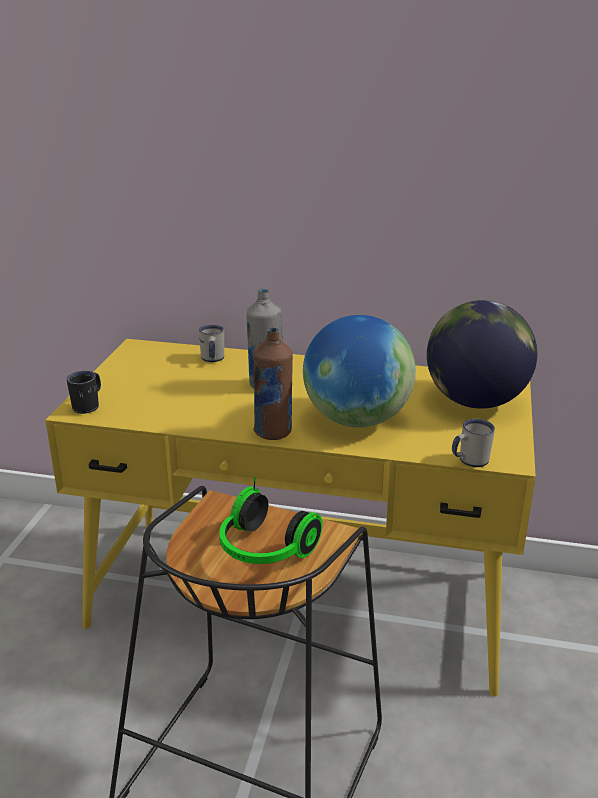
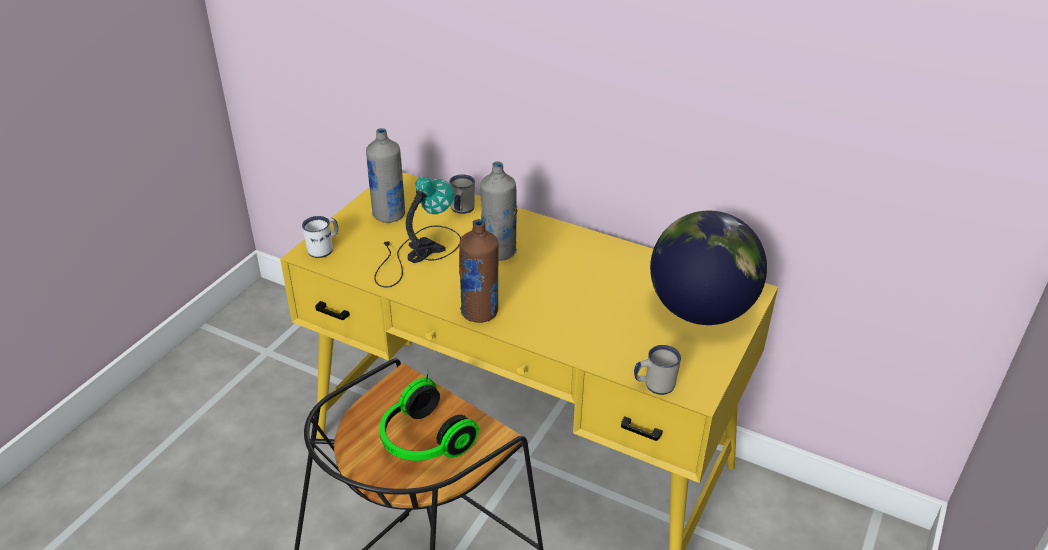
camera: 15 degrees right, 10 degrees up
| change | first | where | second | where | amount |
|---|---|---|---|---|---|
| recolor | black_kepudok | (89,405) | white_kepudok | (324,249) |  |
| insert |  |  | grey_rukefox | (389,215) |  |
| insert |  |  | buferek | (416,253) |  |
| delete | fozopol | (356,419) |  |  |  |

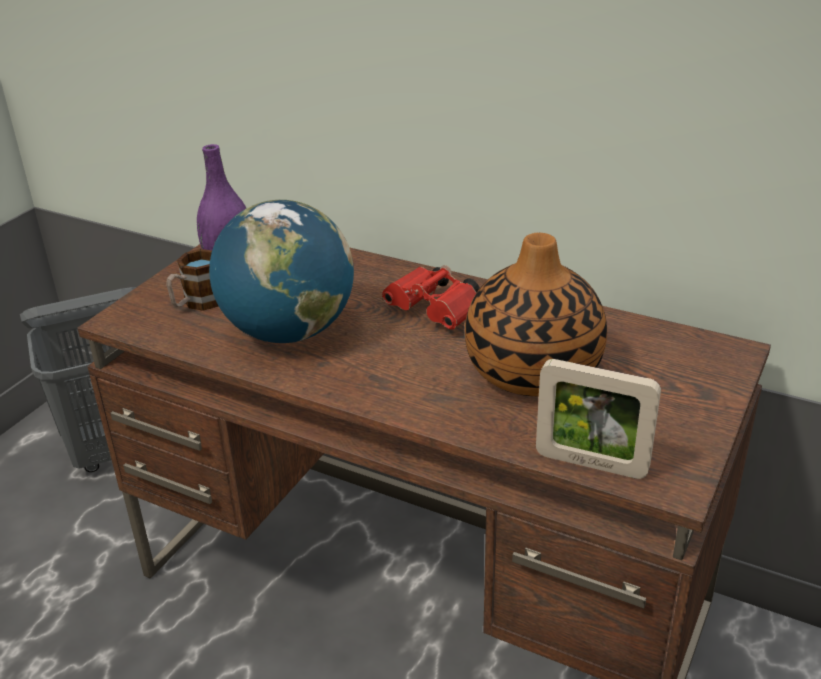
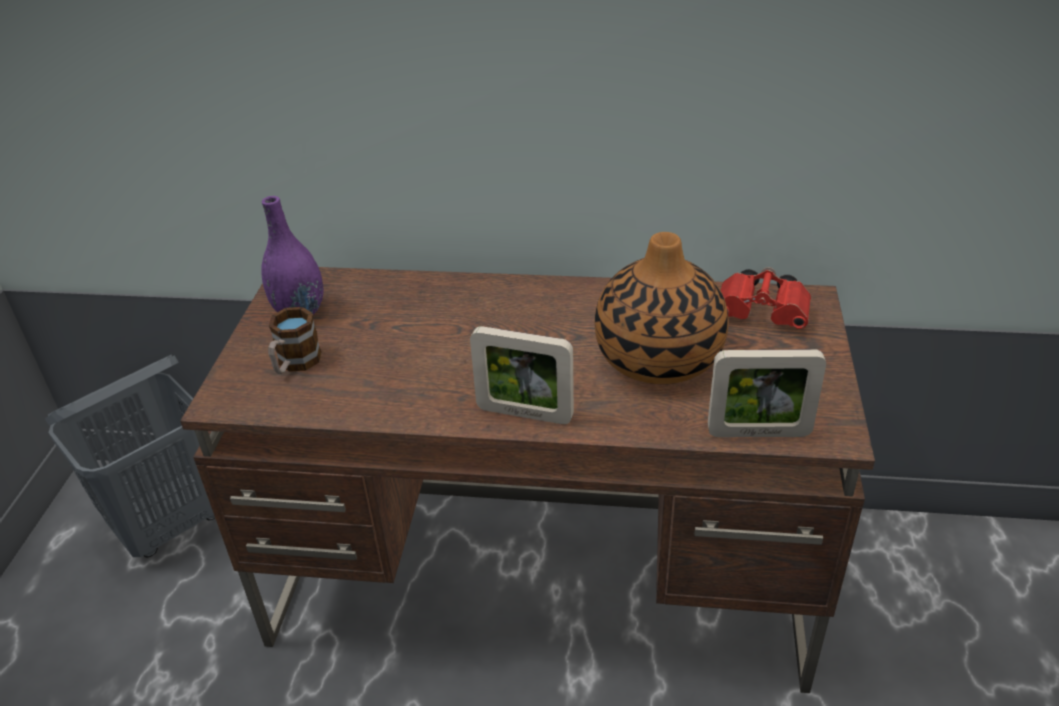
camera: 20 degrees left, 5 degrees up
| change | first | where | second | where | amount |
|---|---|---|---|---|---|
| insert |  |  | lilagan | (524,413) |  |
| move | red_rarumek | (437,312) |  | (764,314) |  |
| delete | fozopol | (288,332) |  |  |  |

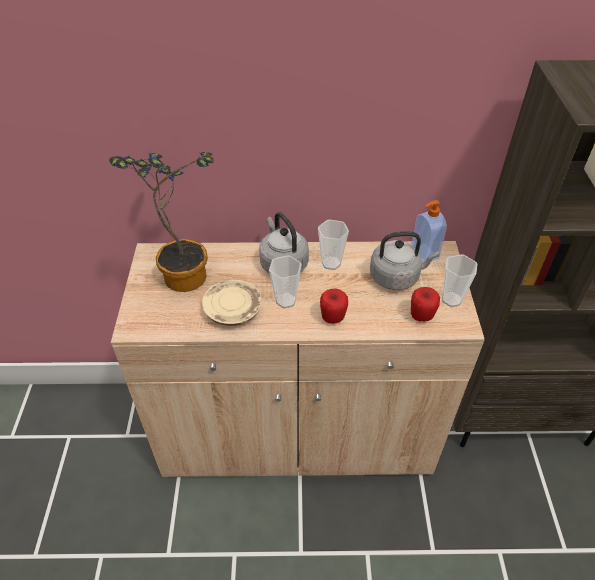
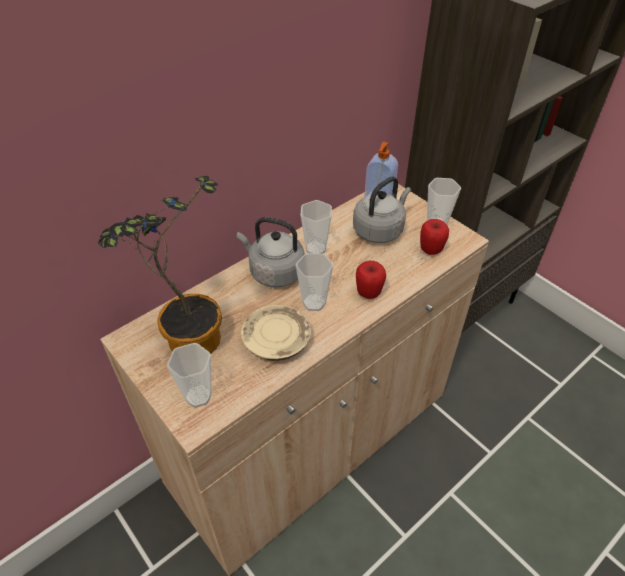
camera: 40 degrees left, 0 degrees up
| change | first | where | second | where | amount |
|---|---|---|---|---|---|
| insert |  |  | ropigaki | (198,396) |  |

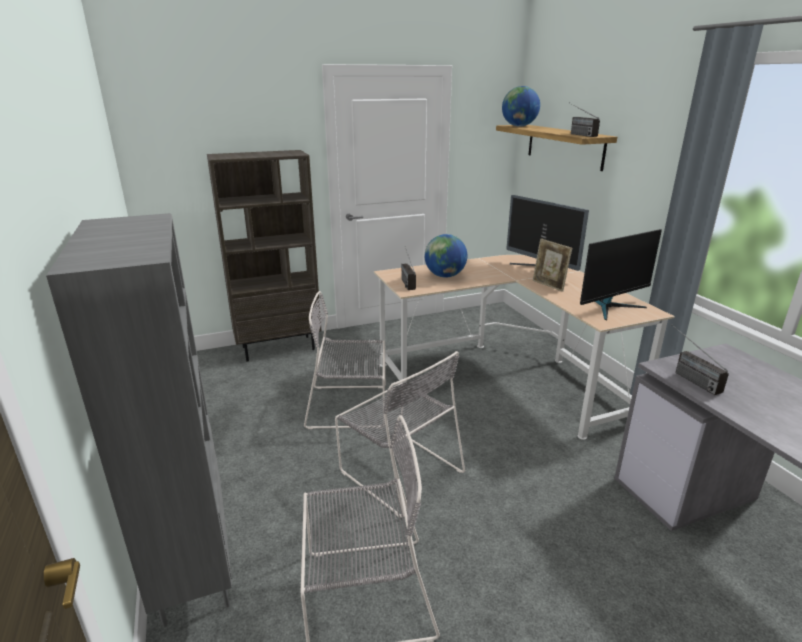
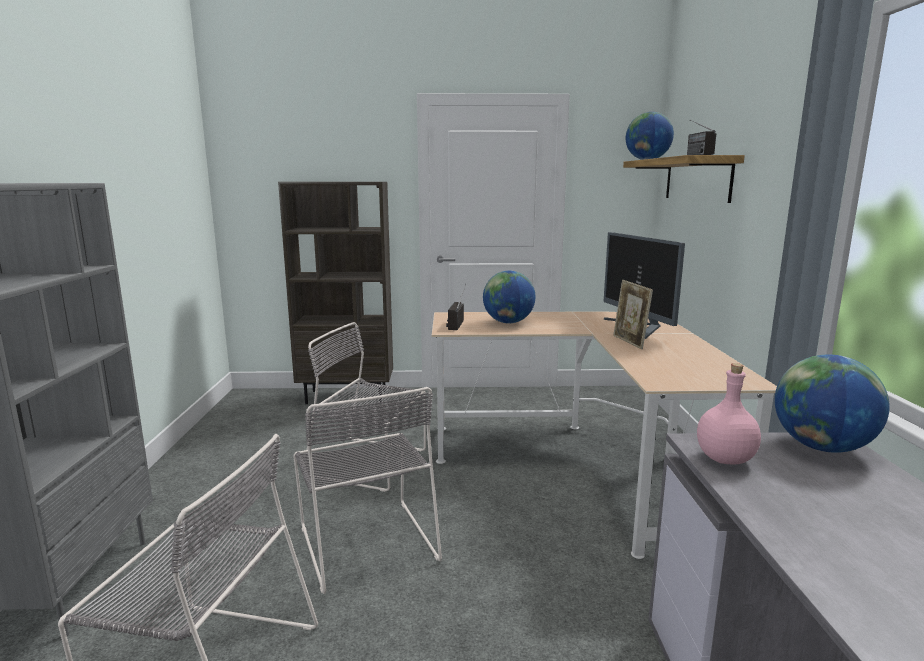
camera: 20 degrees right, 10 degrees down
| change | first | where | second | where | amount |
|---|---|---|---|---|---|
| replace | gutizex | (686,376) | pink_rukefox | (726,459) |  |
| insert |  |  | fozopol | (821,447) |  |
| delete | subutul | (611,307) |  |  |  |

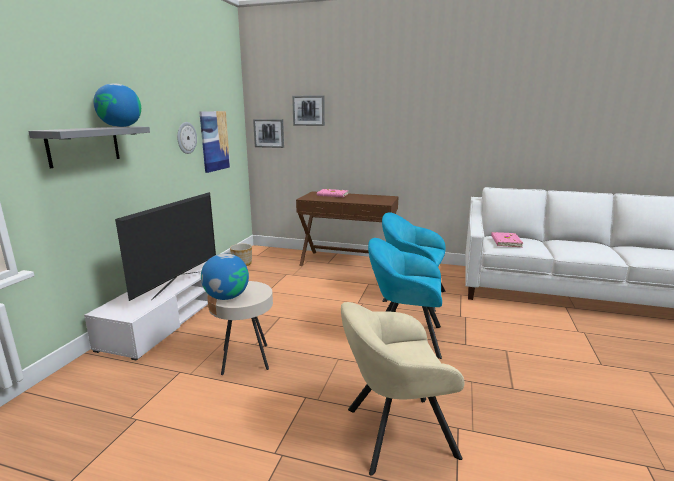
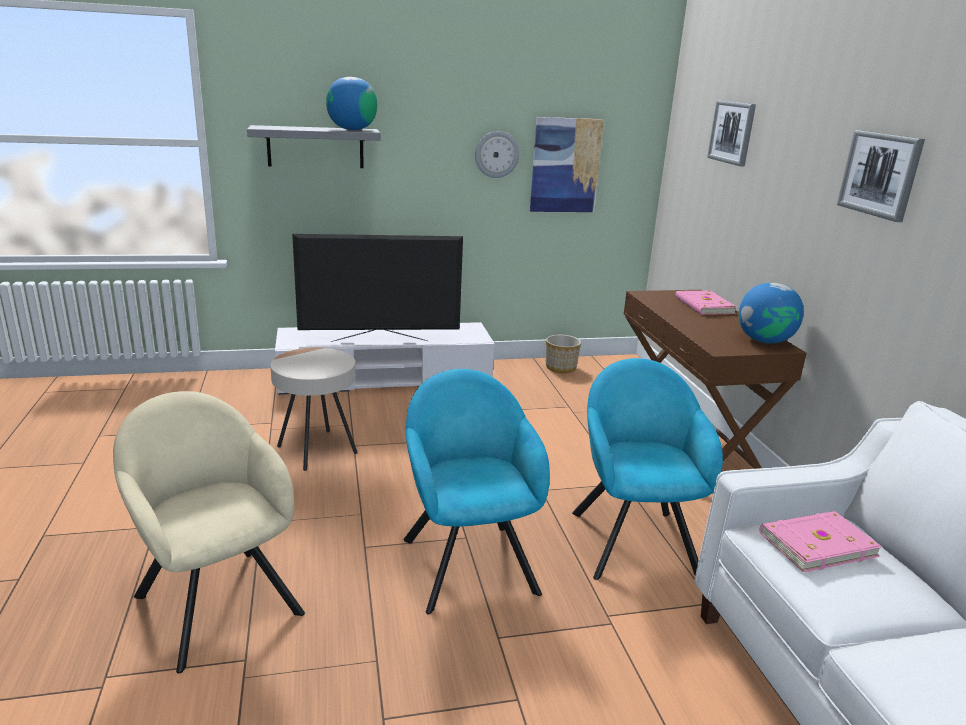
camera: 60 degrees right, 5 degrees up
| change | first | where | second | where | amount |
|---|---|---|---|---|---|
| move | fozopol | (227,297) |  | (764,341) |  |
| move | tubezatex | (269,133) |  | (880,174) |  |

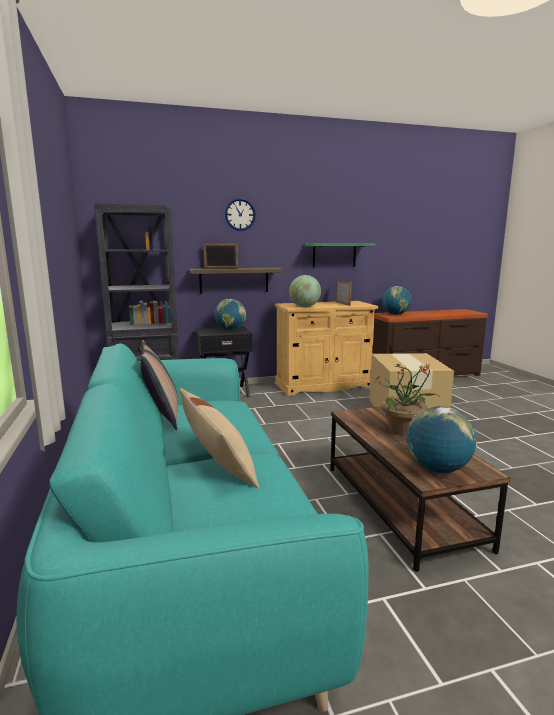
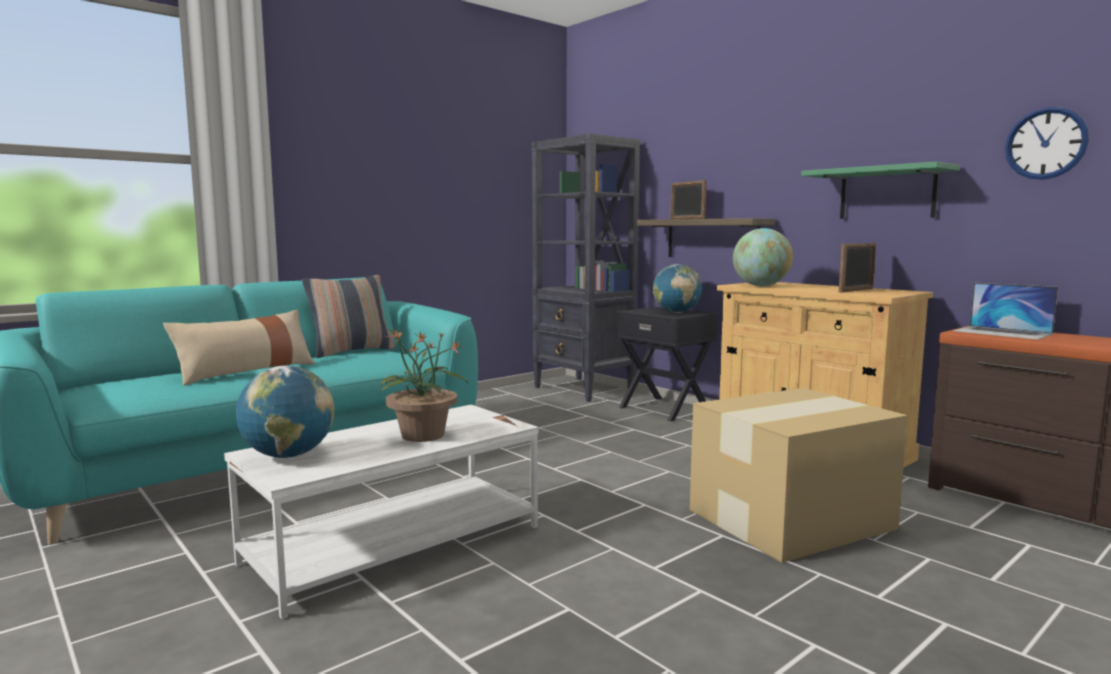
camera: 65 degrees right, 5 degrees down
| change | first | where | second | where | amount |
|---|---|---|---|---|---|
| recolor | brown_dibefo | (399,504) | white_dibefo | (395,544) |  |
| replace | fozopol | (395,314) | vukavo | (1002,332) |  |
| move | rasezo | (240,214) |  | (1046,143) |  |

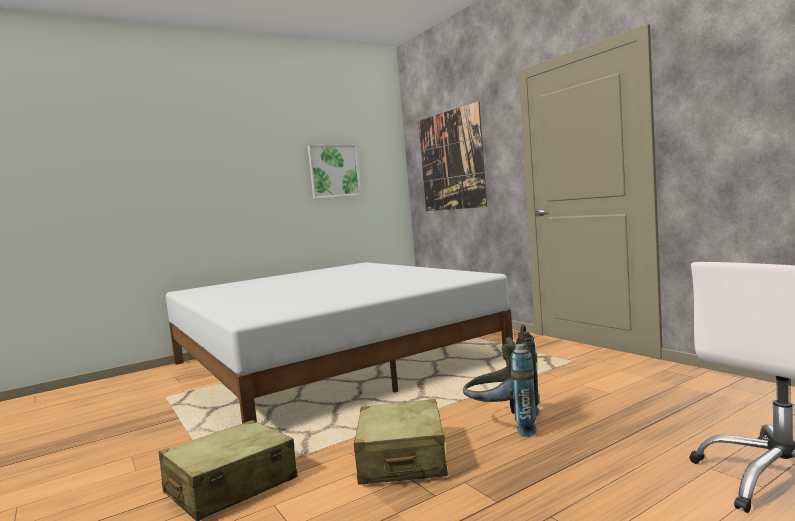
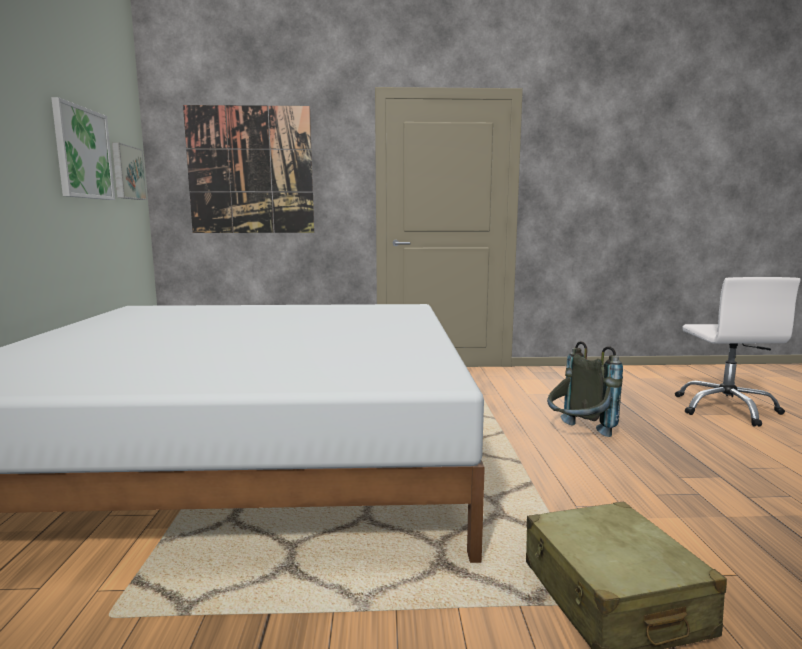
camera: 60 degrees left, 5 degrees up
| change | first | where | second | where | amount |
|---|---|---|---|---|---|
| insert |  |  | tubezatex | (127,172) |  |
| delete | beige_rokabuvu | (402,459) |  |  |  |

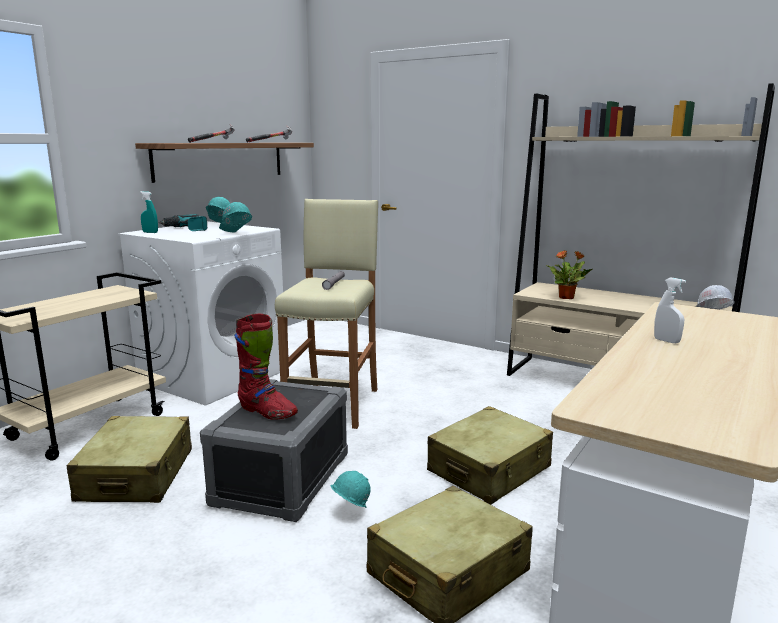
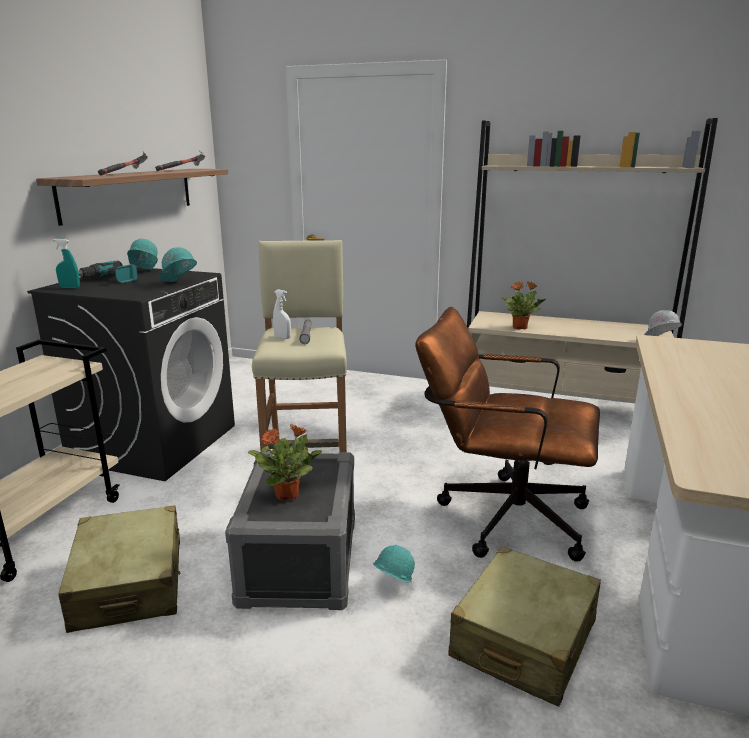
camera: 15 degrees left, 5 degrees up
| change | first | where | second | where | amount |
|---|---|---|---|---|---|
| recolor | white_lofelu | (214,376) | black_lofelu | (155,442) |  |
| replace | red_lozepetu | (267,412) | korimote | (288,494) |  |
| move | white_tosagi | (666,341) |  | (282,337) |  |
| replace | beige_rokabuvu | (489,470) | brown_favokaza | (500,515) |  |

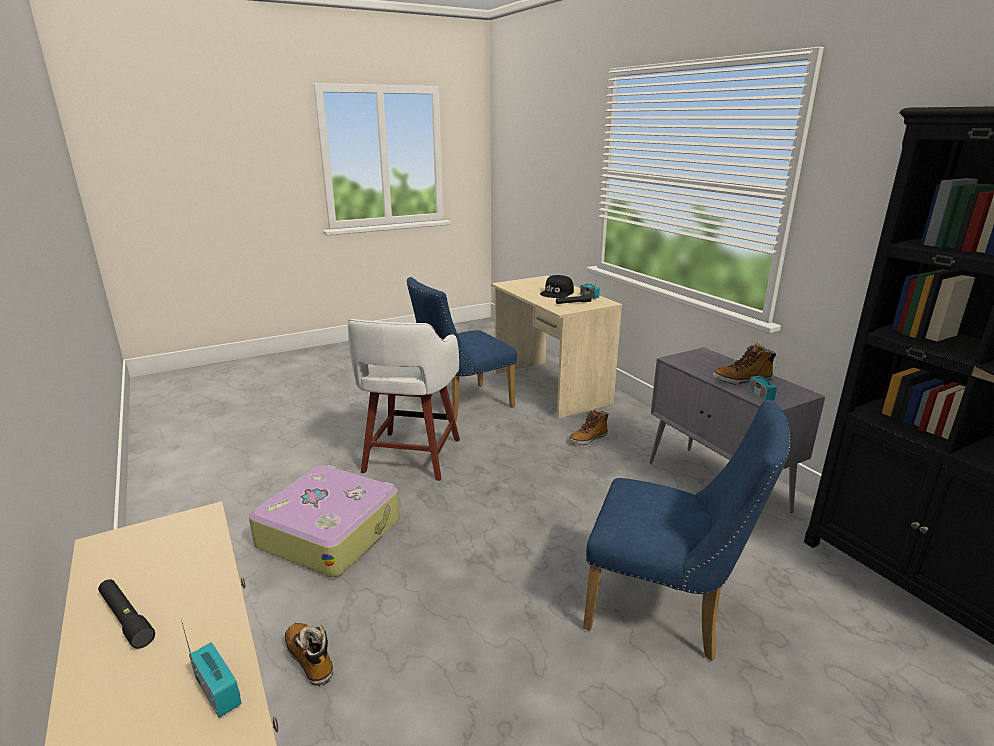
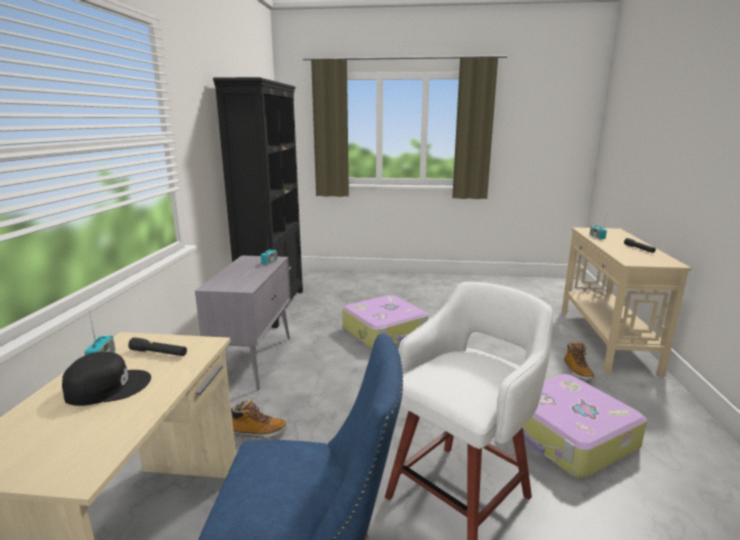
camera: 145 degrees left, 5 degrees down
| change | first | where | second | where | amount |
|---|---|---|---|---|---|
| replace | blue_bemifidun | (666,611) | rokabuvu | (385,332) |  |
| delete | lozepetu | (742,380) |  |  |  |

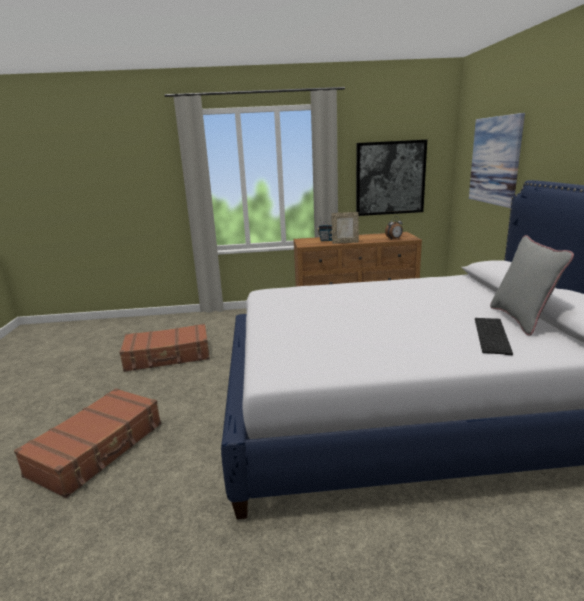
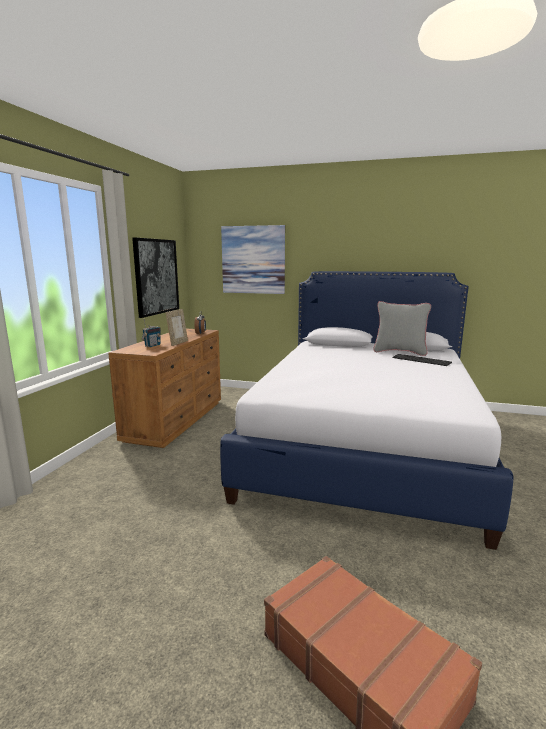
camera: 70 degrees left, 5 degrees down
| change | first | where | second | where | amount |
|---|---|---|---|---|---|
| delete | brown_rokabuvu | (168,356) |  |  |  |

